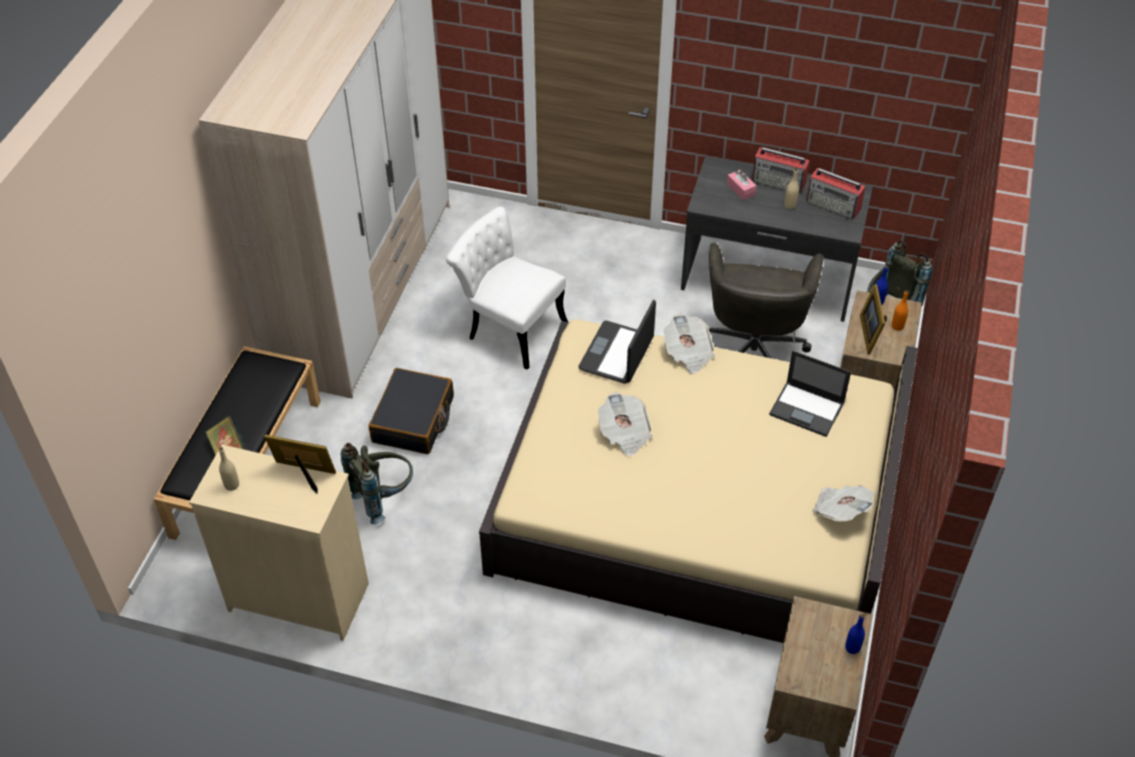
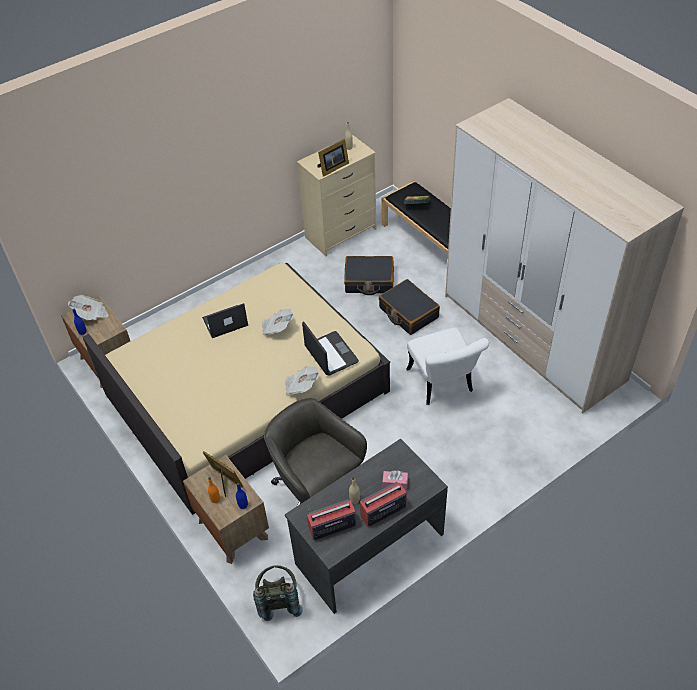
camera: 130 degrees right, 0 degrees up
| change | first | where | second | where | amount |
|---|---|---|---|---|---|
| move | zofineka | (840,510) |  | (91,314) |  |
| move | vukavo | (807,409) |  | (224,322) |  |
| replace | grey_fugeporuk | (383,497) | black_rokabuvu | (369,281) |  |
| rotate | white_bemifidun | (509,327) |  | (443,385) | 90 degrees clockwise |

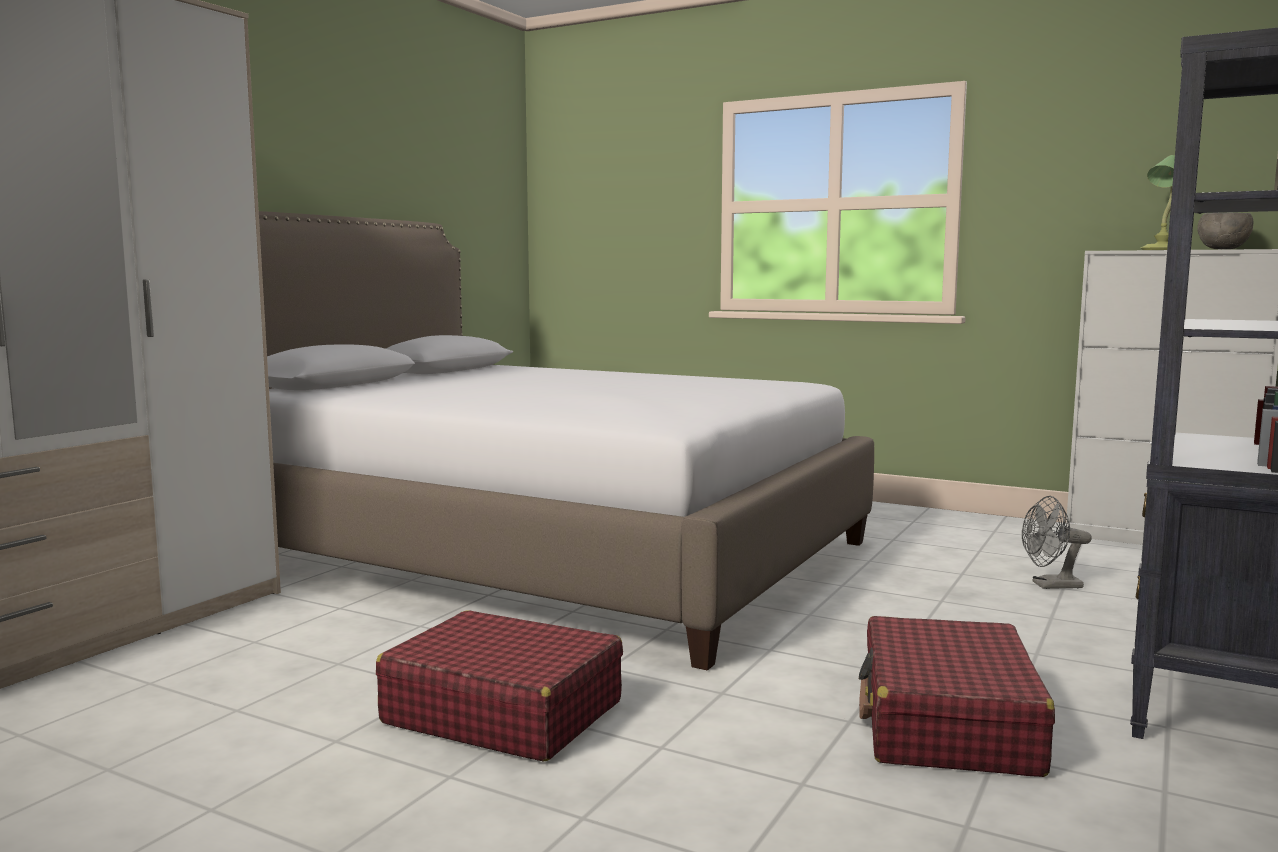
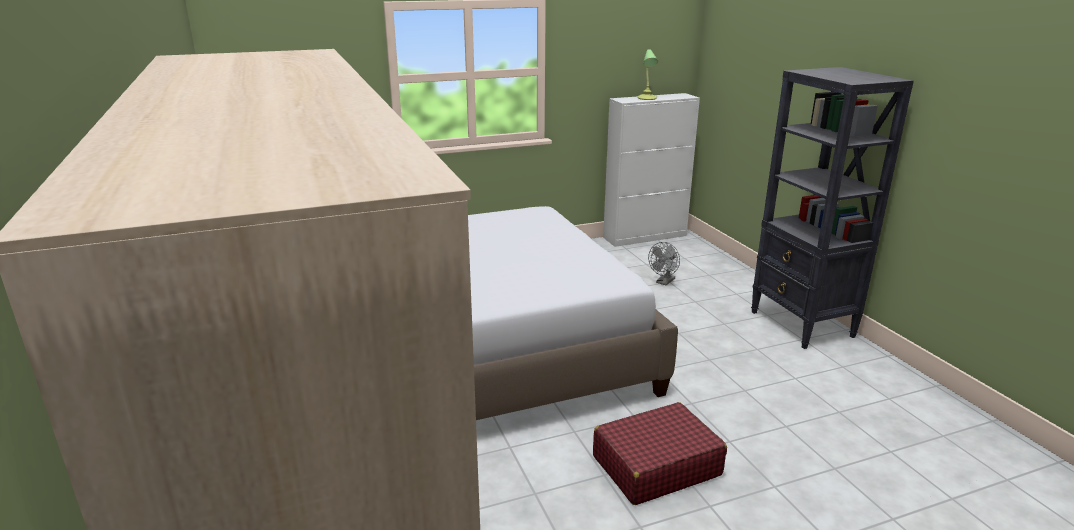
camera: 50 degrees left, 15 degrees up
| change | first | where | second | where | amount |
|---|---|---|---|---|---|
| delete | red_rokabuvu | (947,724) |  |  |  |
| delete | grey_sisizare | (1223,249) |  |  |  |

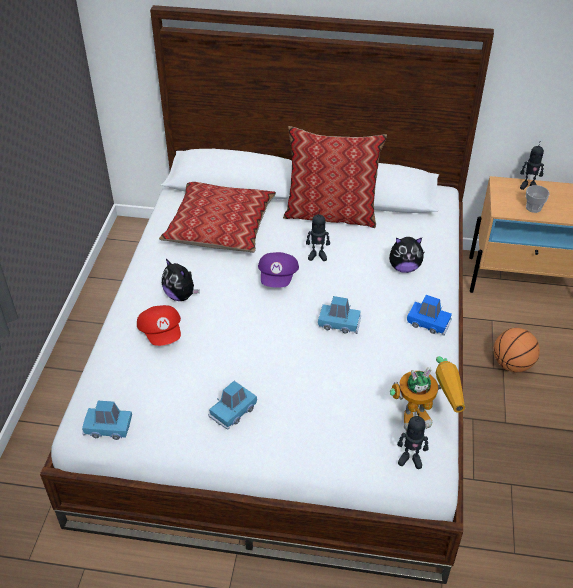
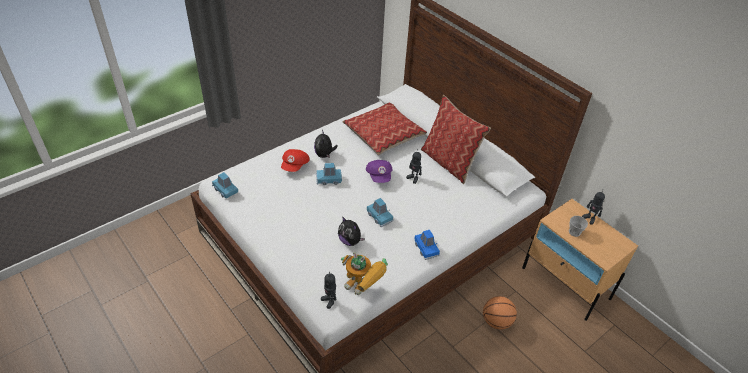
camera: 40 degrees right, 0 degrees up
| change | first | where | second | where | amount |
|---|---|---|---|---|---|
| move | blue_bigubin | (233,411) |  | (328,179) |  |
| move | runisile | (404,268) |  | (350,241) |  |
| rotate | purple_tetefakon | (278,278) |  | (379,176) | 60 degrees counterclockwise |

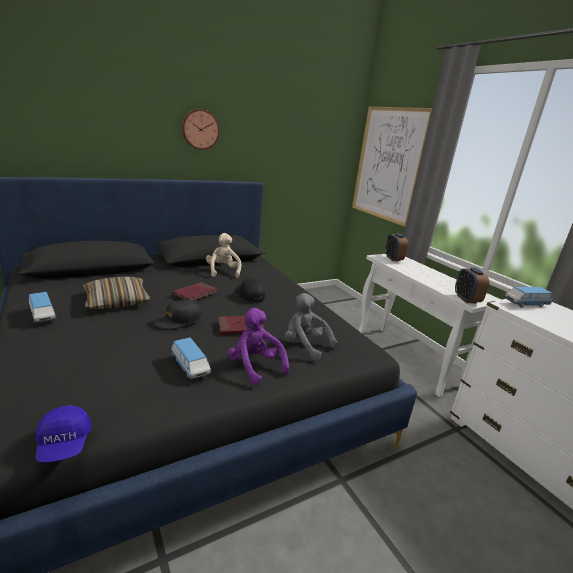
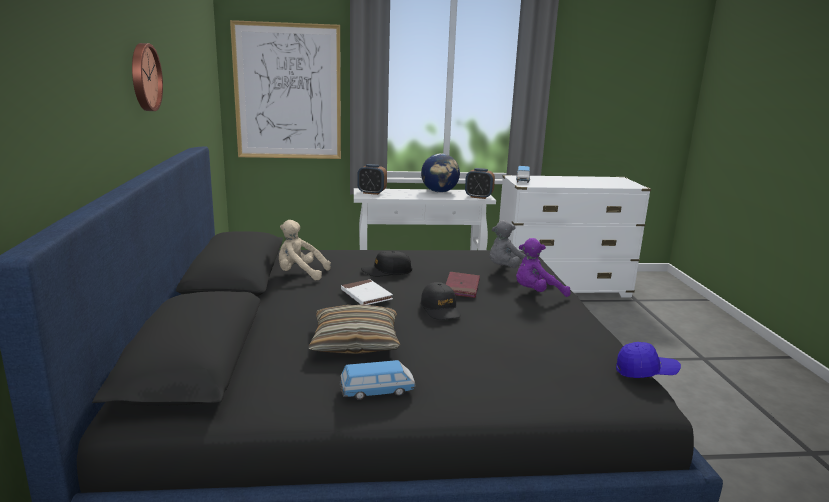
camera: 65 degrees left, 5 degrees down
| change | first | where | second | where | amount |
|---|---|---|---|---|---|
| recolor | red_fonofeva | (195,294) | white_fonofeva | (366,295) |  |
| insert |  |  | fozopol | (439,192) |  |
| delete | bigubin | (190,367) |  |  |  |

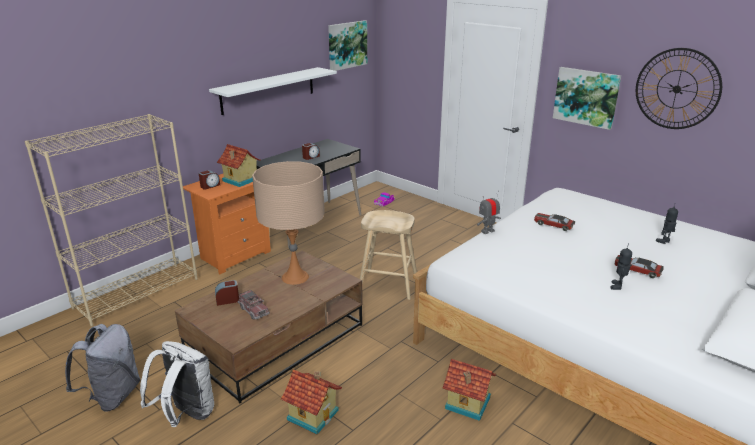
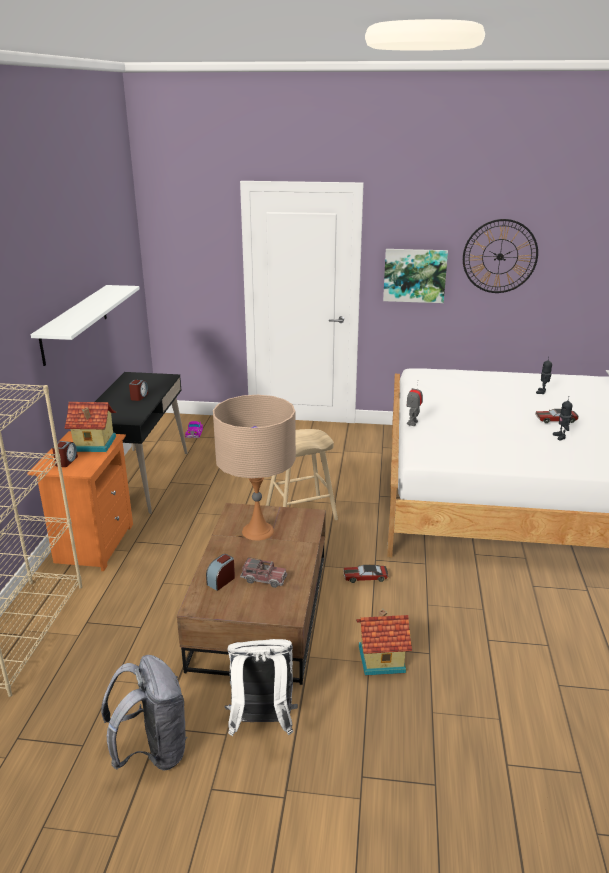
camera: 35 degrees left, 0 degrees up
| change | first | where | second | where | amount |
|---|---|---|---|---|---|
| move | bigubin | (553,225) |  | (365,577) |  |
| delete | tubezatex | (347,45) |  |  |  |
| delete | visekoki | (467,403) |  |  |  |

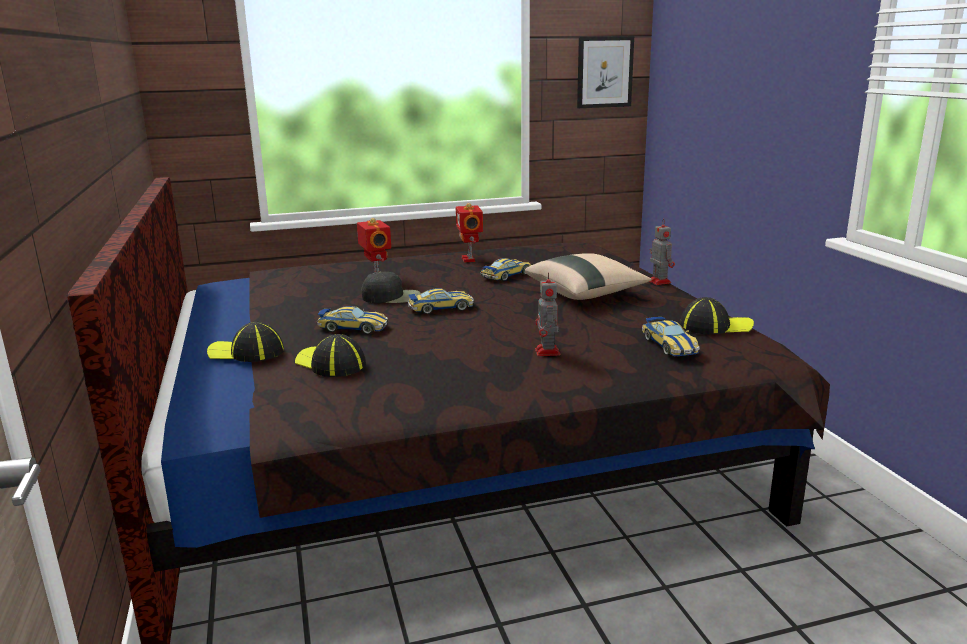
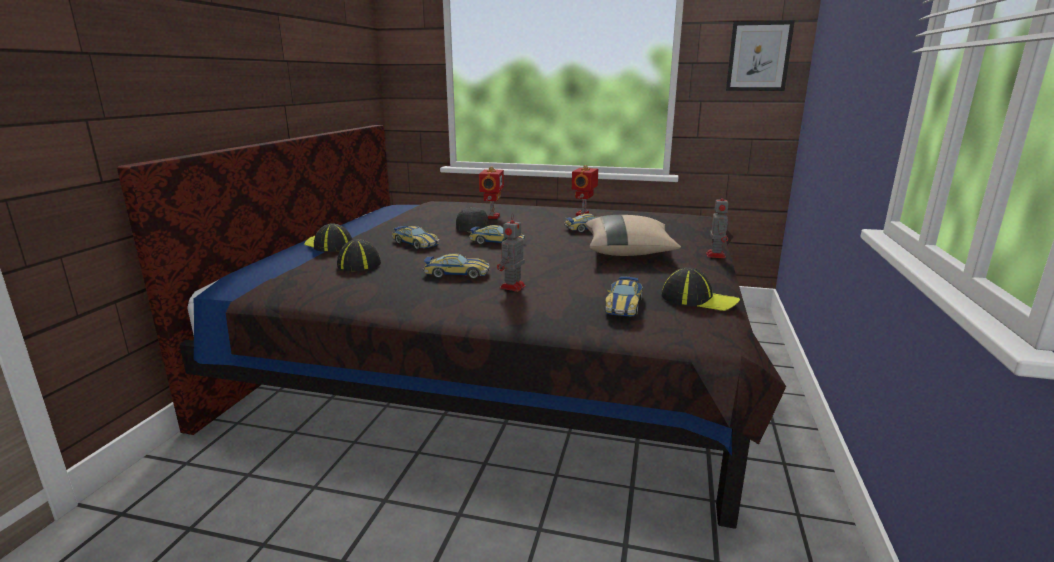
camera: 30 degrees right, 0 degrees up
| change | first | where | second | where | amount |
|---|---|---|---|---|---|
| insert |  |  | bigubin | (457,273) |  |

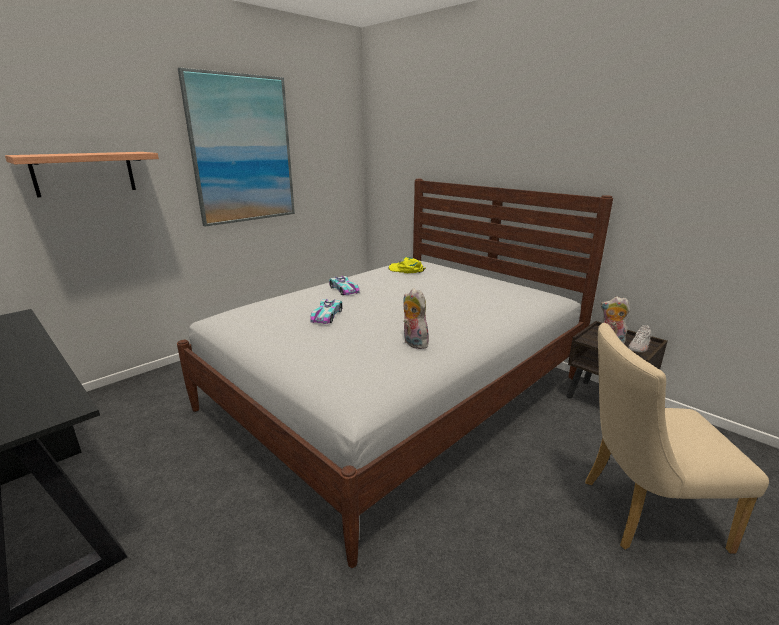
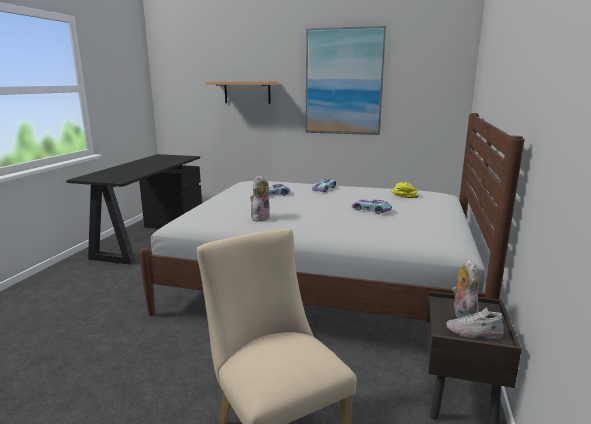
camera: 60 degrees right, 5 degrees down
| change | first | where | second | where | amount |
|---|---|---|---|---|---|
| insert |  |  | bigubin | (371,210) |  |

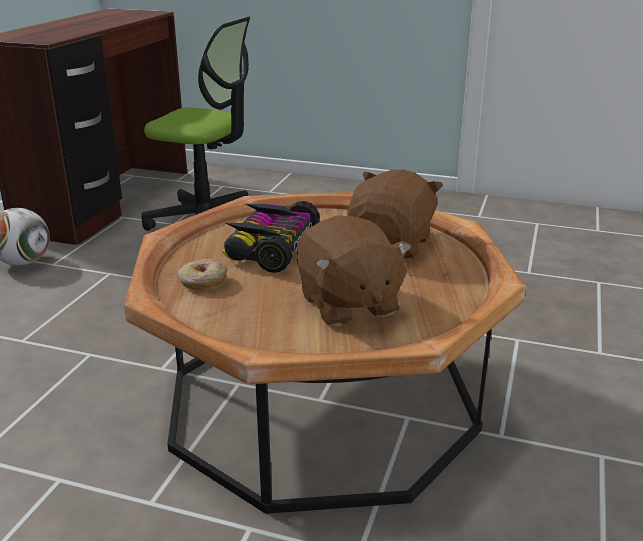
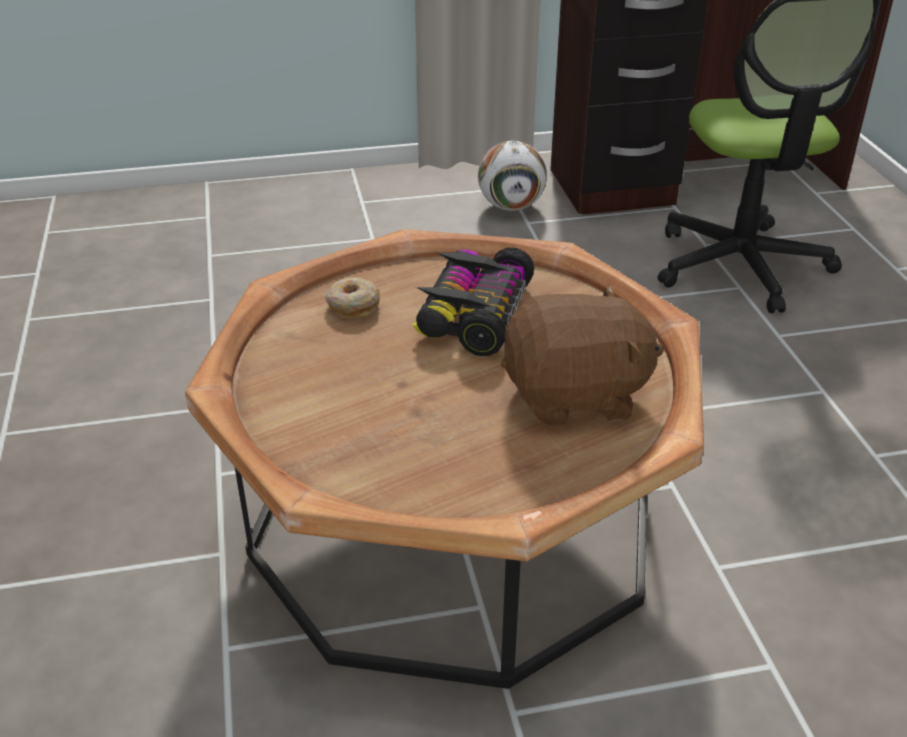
camera: 60 degrees right, 10 degrees up
| change | first | where | second | where | amount |
|---|---|---|---|---|---|
| rotate | bigubin | (270,248) |  | (472,314) | 60 degrees counterclockwise |
| delete | brown_runisile | (347,304) |  |  |  |

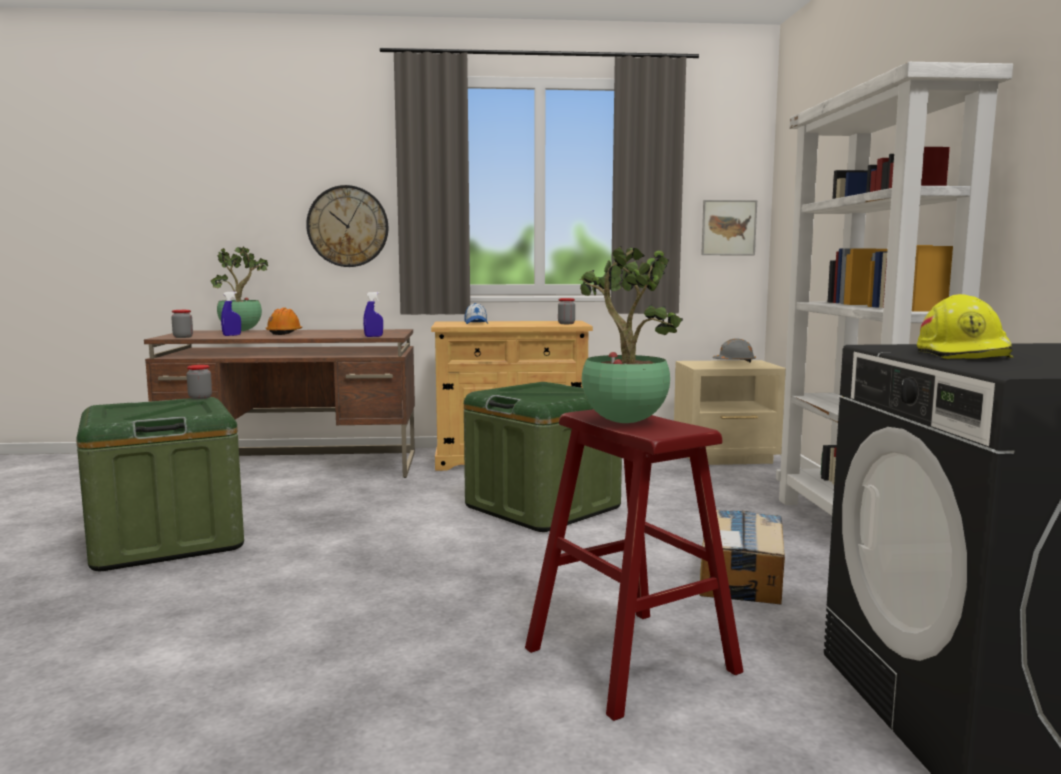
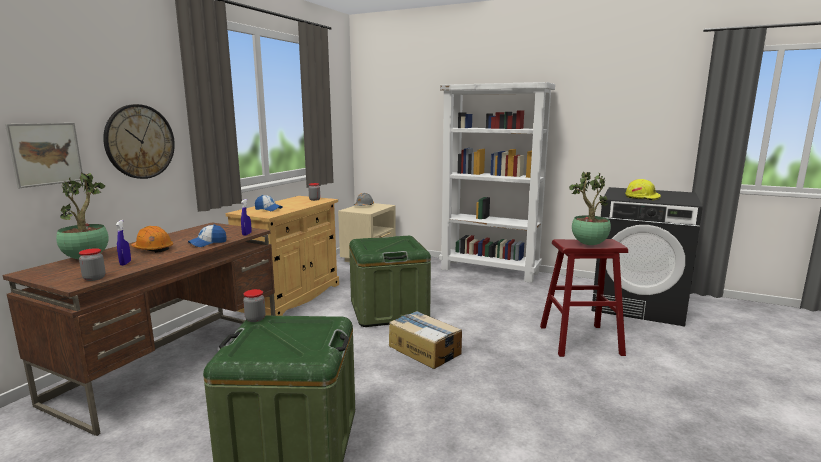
camera: 60 degrees left, 5 degrees up
| change | first | where | second | where | amount |
|---|---|---|---|---|---|
| move | tubezatex | (728,227) |  | (46,154) |  |
| insert |  |  | tetefakon | (208,243) |  |
| move | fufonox | (741,576) |  | (424,349) |  |

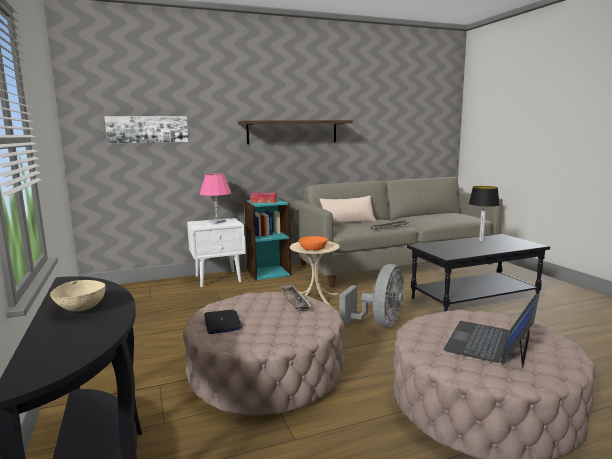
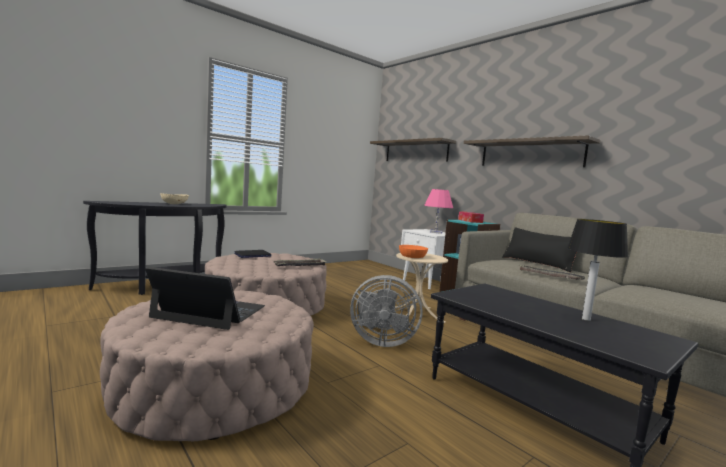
camera: 70 degrees right, 5 degrees down
| change | first | where | second | where | amount |
|---|---|---|---|---|---|
| replace | tubezatex | (147,129) | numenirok | (415,151) |  |
| recolor | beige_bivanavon | (348,222) | black_bivanavon | (538,263) |  |

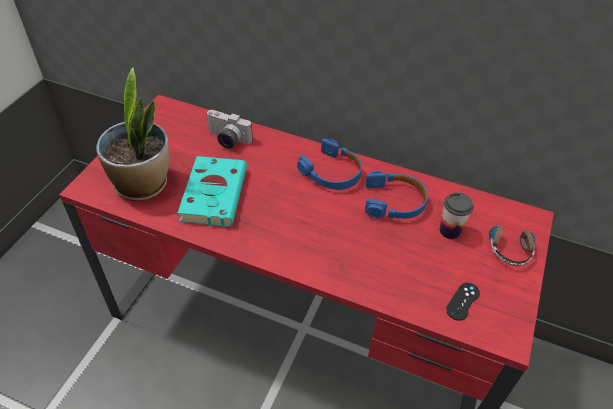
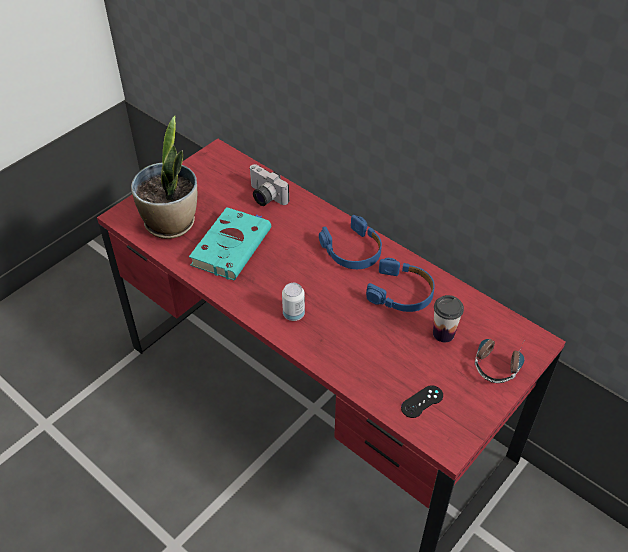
camera: 20 degrees right, 0 degrees up
| change | first | where | second | where | amount |
|---|---|---|---|---|---|
| insert |  |  | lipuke | (293,314) |  |

